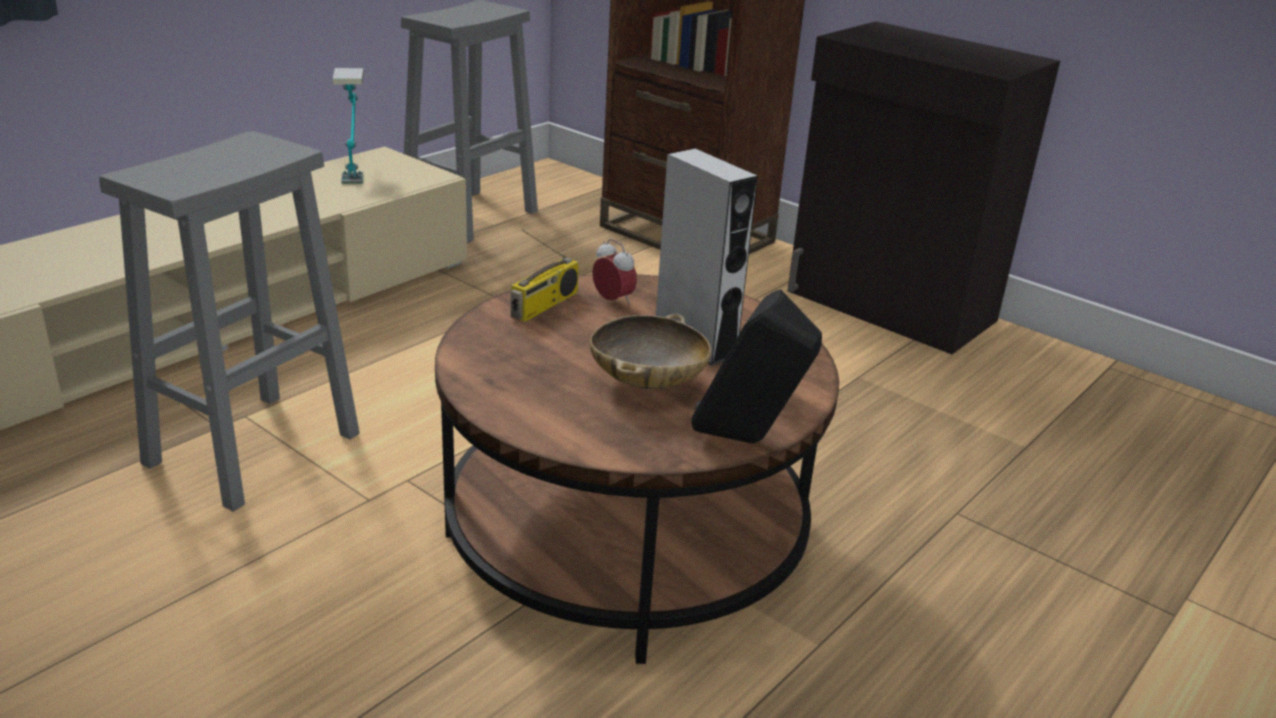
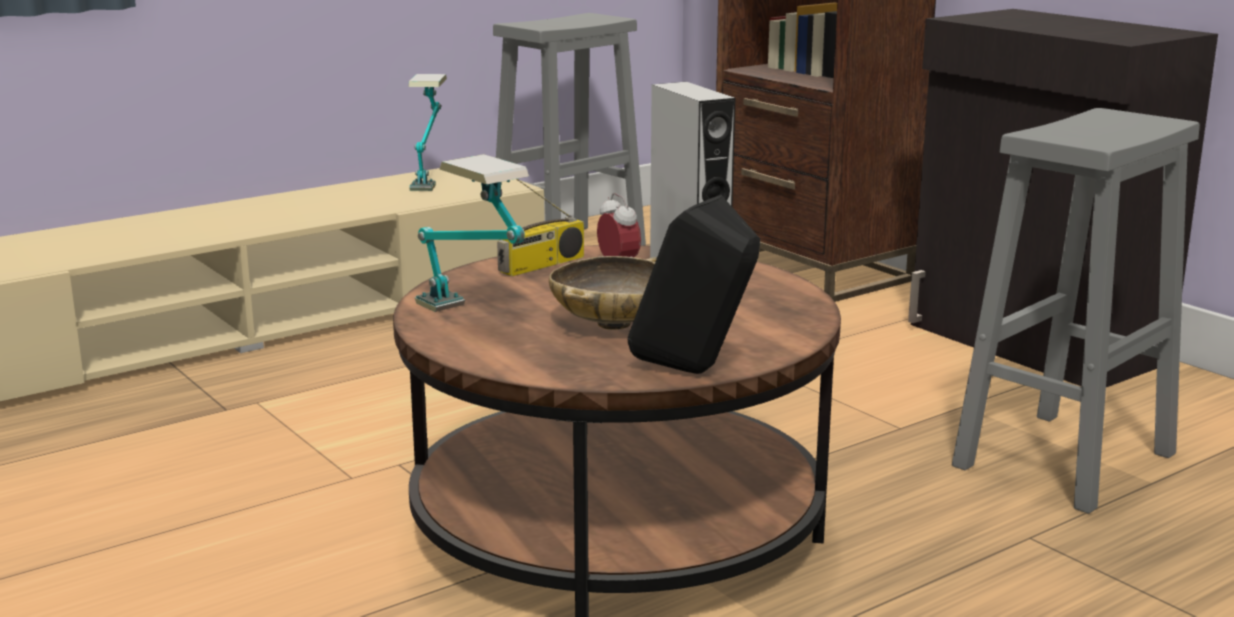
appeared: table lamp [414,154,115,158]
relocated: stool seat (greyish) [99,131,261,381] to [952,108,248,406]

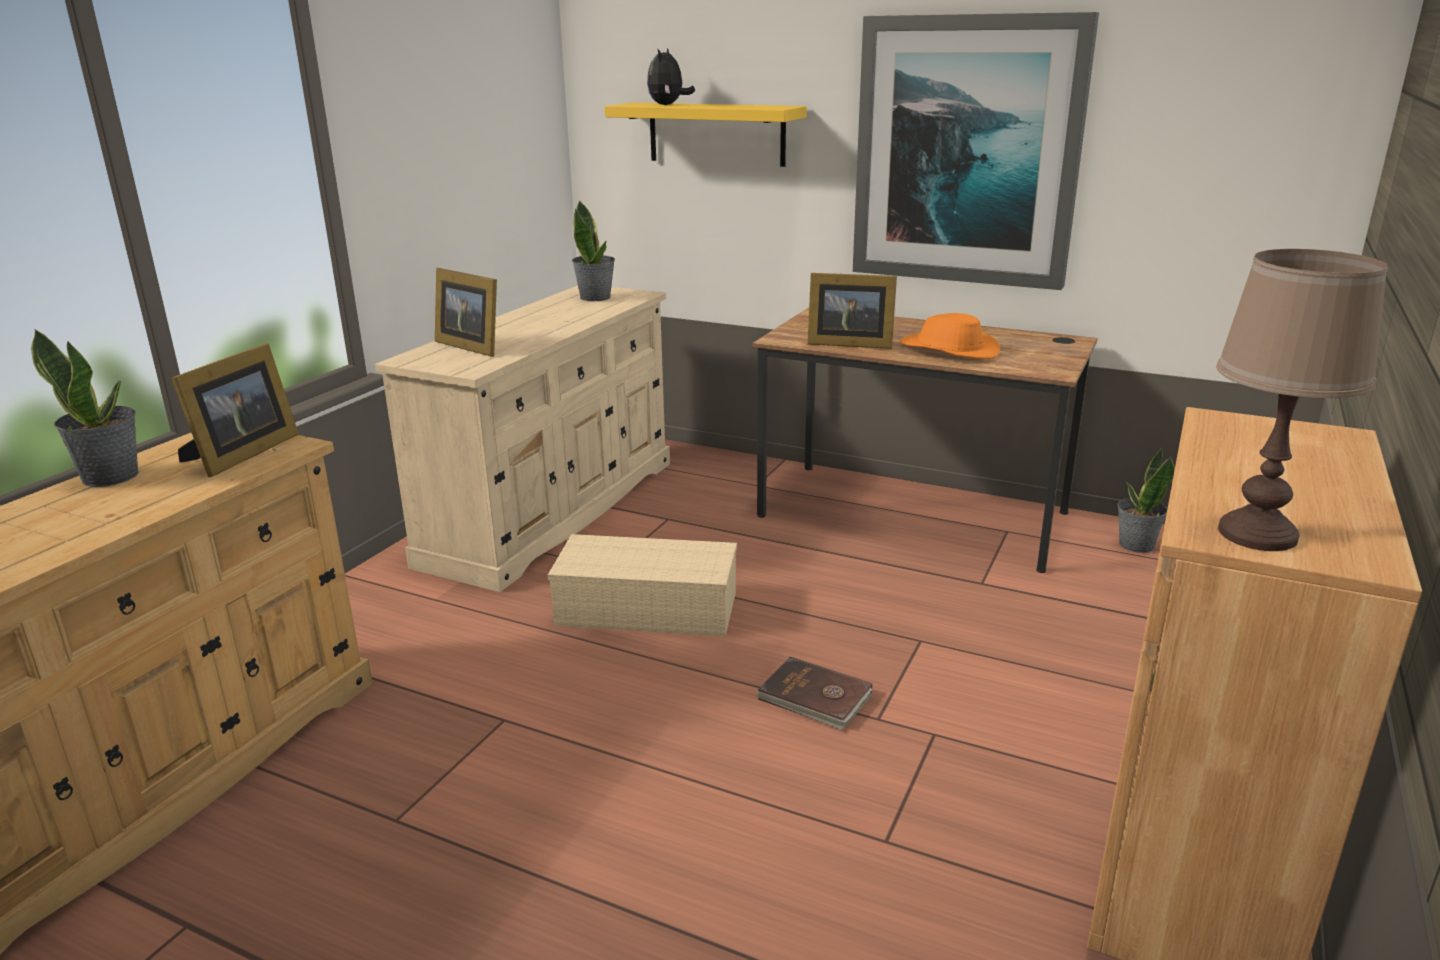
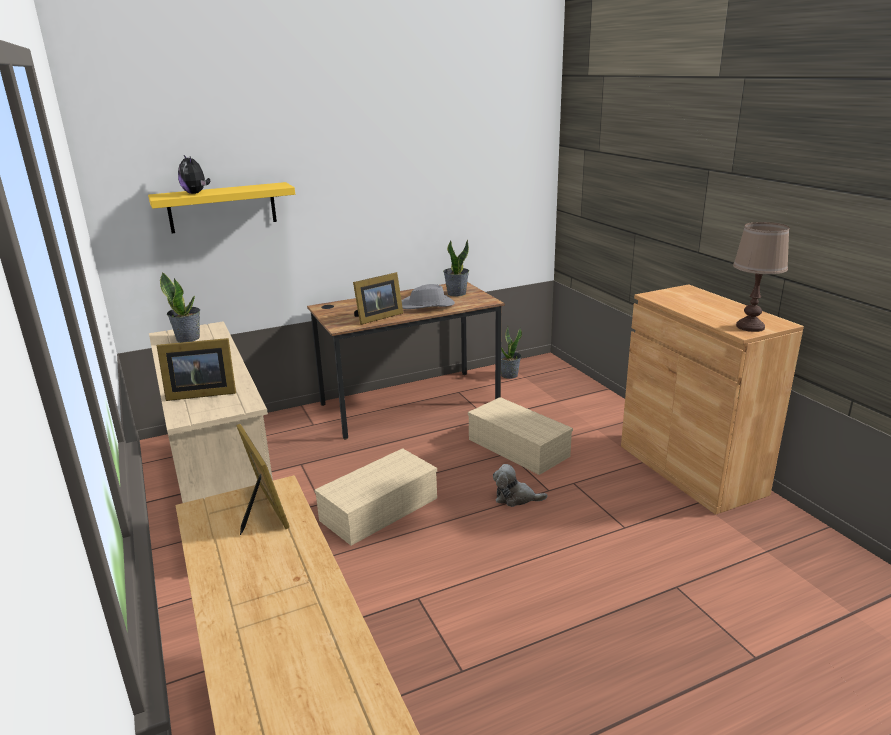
missing: wall art [853,12,246,278]
appeared: storage bin (sand-coloured) [468,397,105,78]
relocated: potted plant [31,329,108,158] to [443,240,26,57]
exchanged: book (brown-coloured) [756,657,117,73] to cuddly toy [493,464,55,43]
colour: hat (orangey) [900,313,100,46] to hat (greyish) [402,284,53,25]

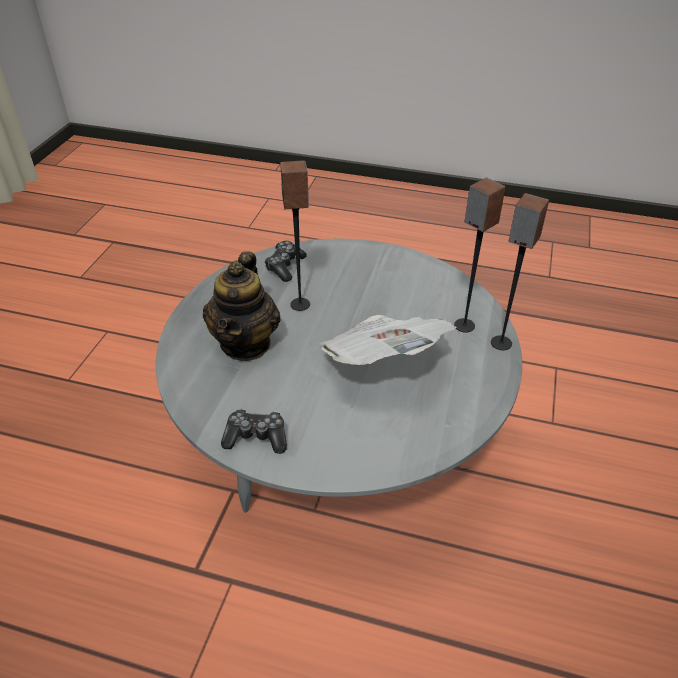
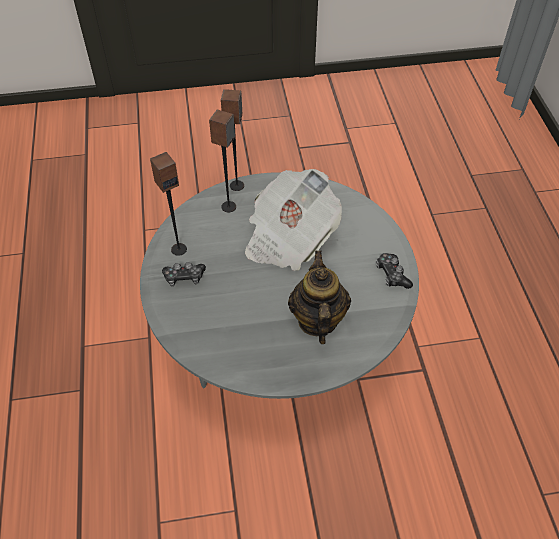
relocated: joypad [264,241,43,41] to [162,262,44,24]; loudspeaker [280,160,30,151] to [150,152,37,104]
spun: teapot [203,251,77,110] = [288,251,63,93] 75 degrees counterclockwise

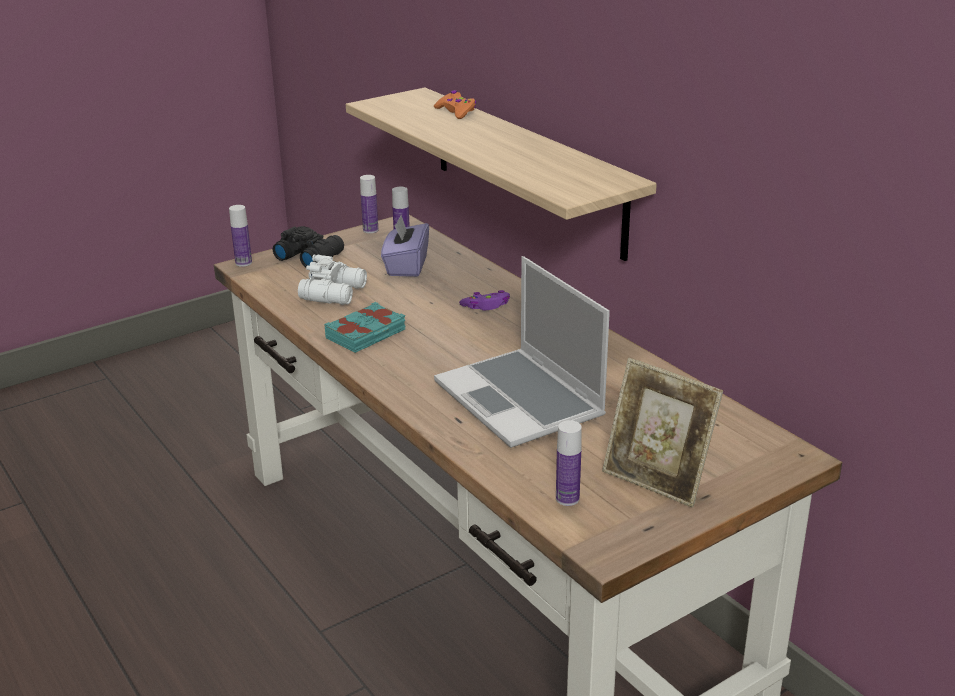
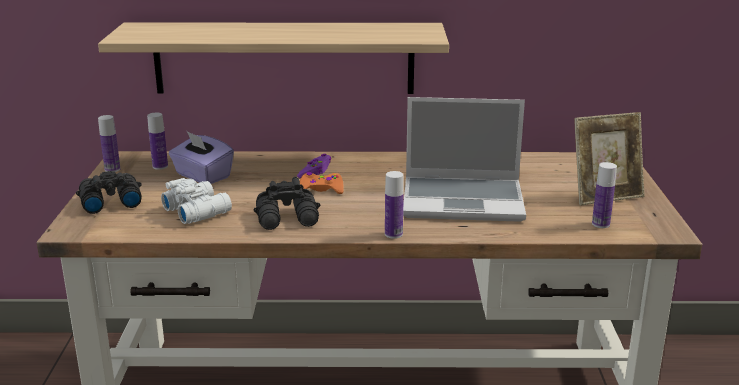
relocated: drink bottle [229,205,23,62] to [385,171,19,68]; joypad (orangey) [434,90,42,29] to [300,172,44,22]
exchanged: book (turquoise) [324,302,81,51] to pair of binoculars (black) [253,177,67,53]

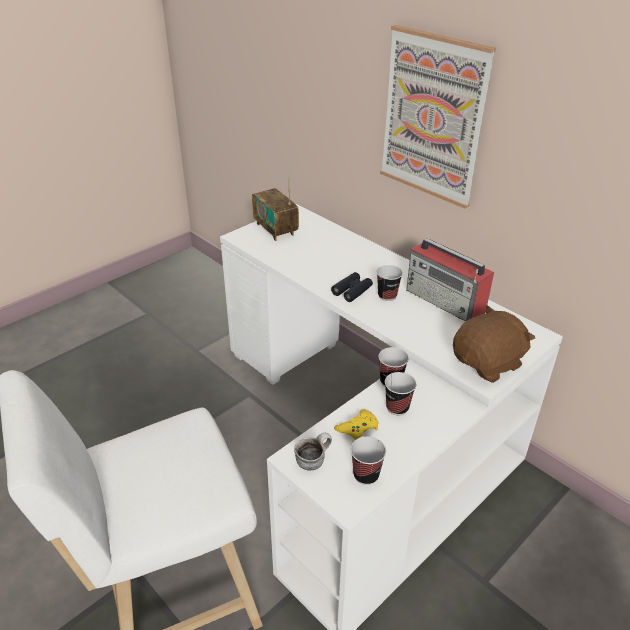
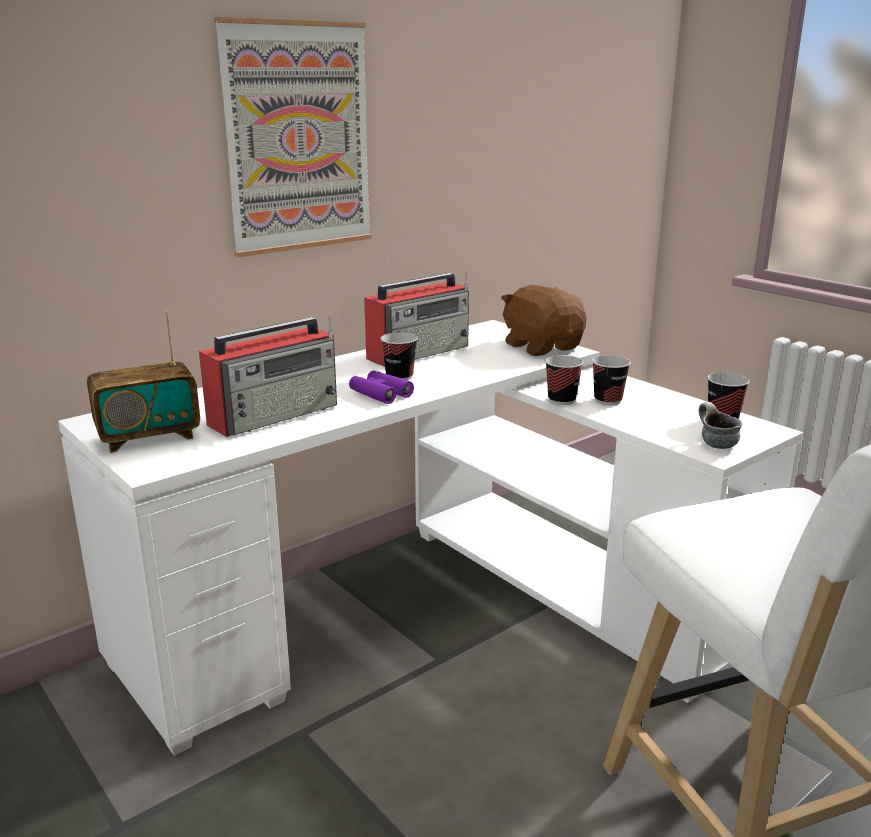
missing: joypad (yellow) [334,409,45,31]
appeared: radio receiver [199,315,138,122]
colour: pair of binoculars (black) [331,272,42,30] to pair of binoculars (purple-coloured) [349,370,65,34]

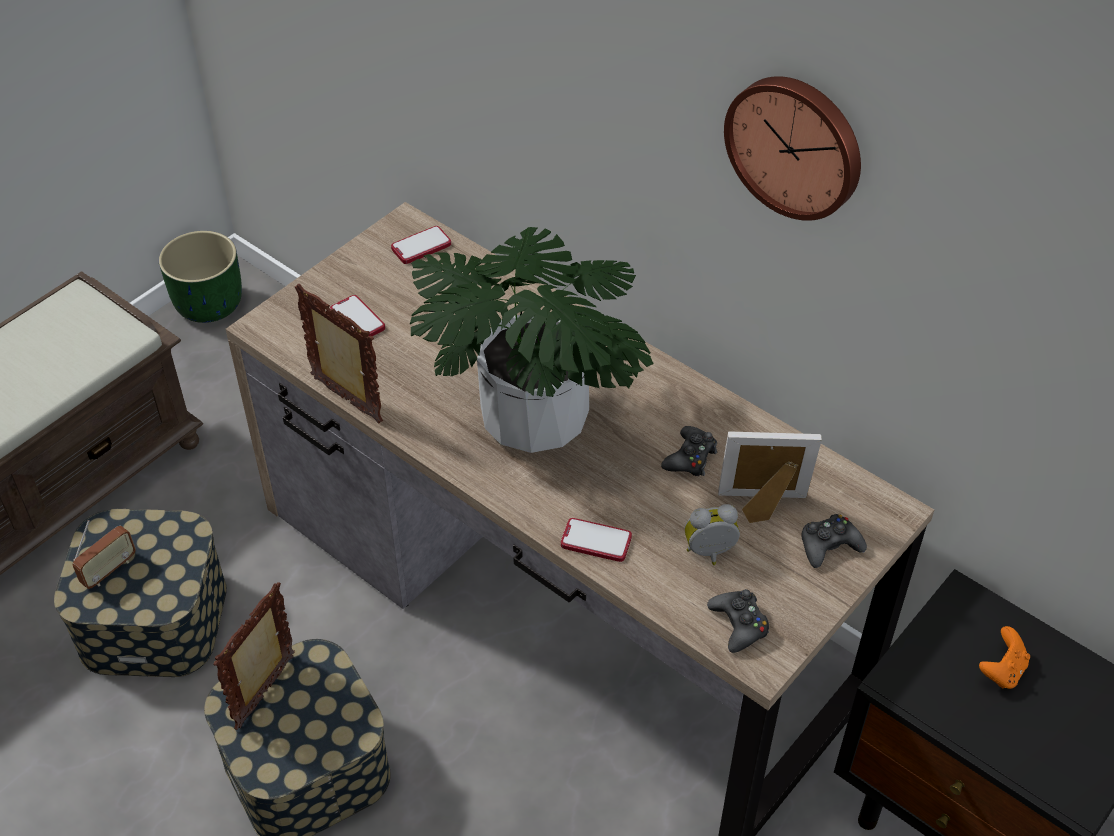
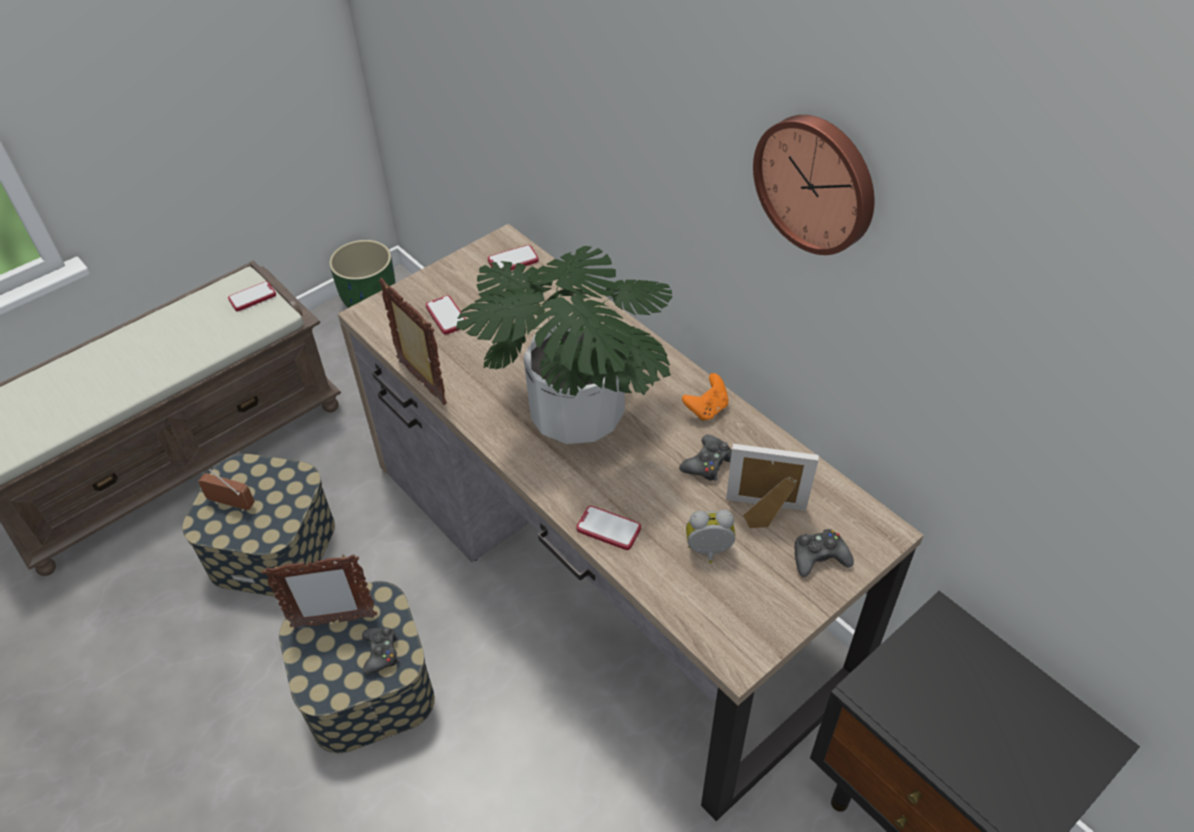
appeared: handset [228,281,48,30]
relocated: joypad (black) [707,589,62,64] to [362,627,38,48]; joypad (orangey) [979,626,51,63] to [682,373,47,48]
spun: radio receiver [73,520,63,69] = [198,469,57,42] 120 degrees counterclockwise; standing frame [213,582,82,148] = [262,555,115,74] 135 degrees counterclockwise

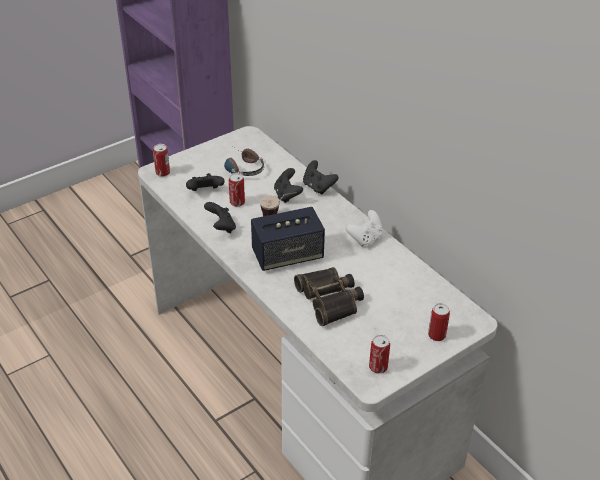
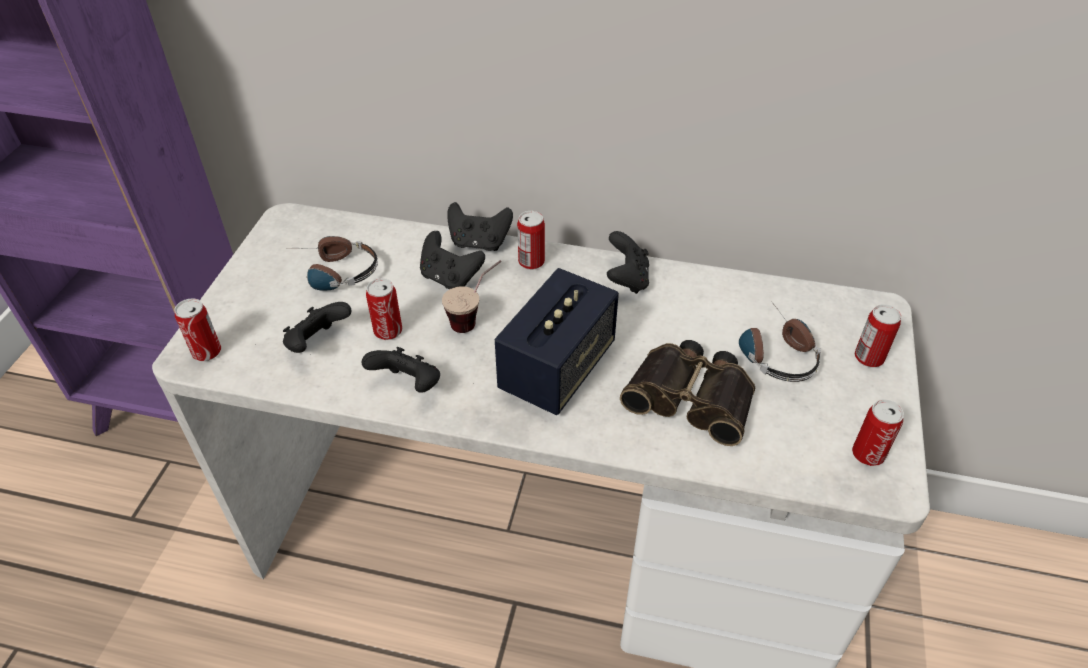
appeared: sealed can [517,211,28,59]; pair of headphones [739,301,82,81]
colour: joypad (whitish) [346,210,37,37] to joypad (black) [607,231,42,63]

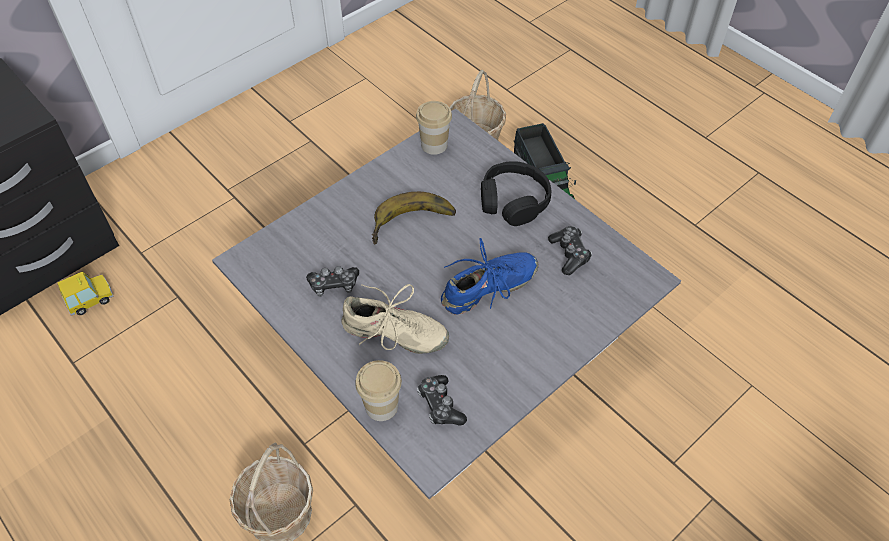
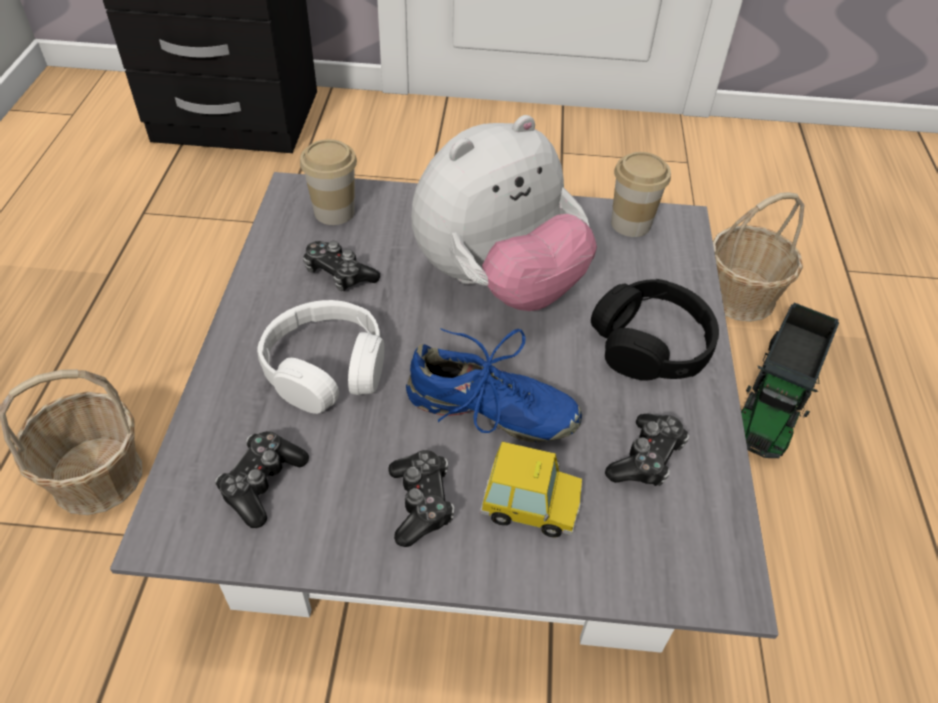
appeared: joypad [388,450,67,97]
relocated: miniature car [57,271,57,45] to [480,442,102,96]; small cup [355,360,47,61] to [300,139,57,86]
exchanged: shoe (sand-coloured) [341,284,108,70] to pair of headphones (whitish) [257,300,128,114]; banana fruit [372,192,84,52] to cuddly toy [411,115,186,196]

